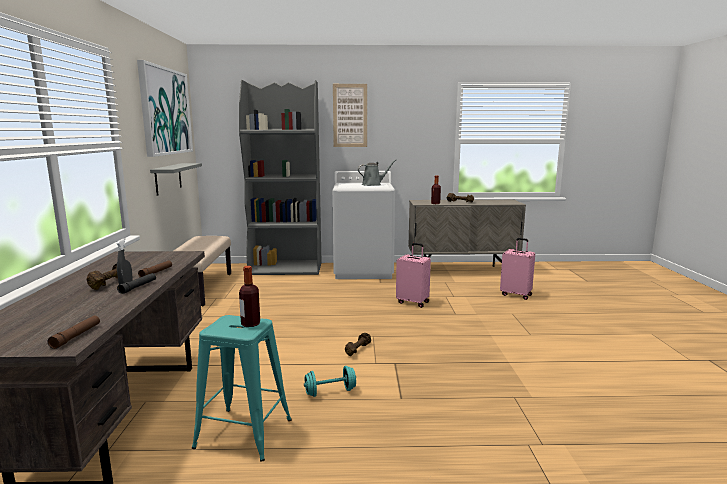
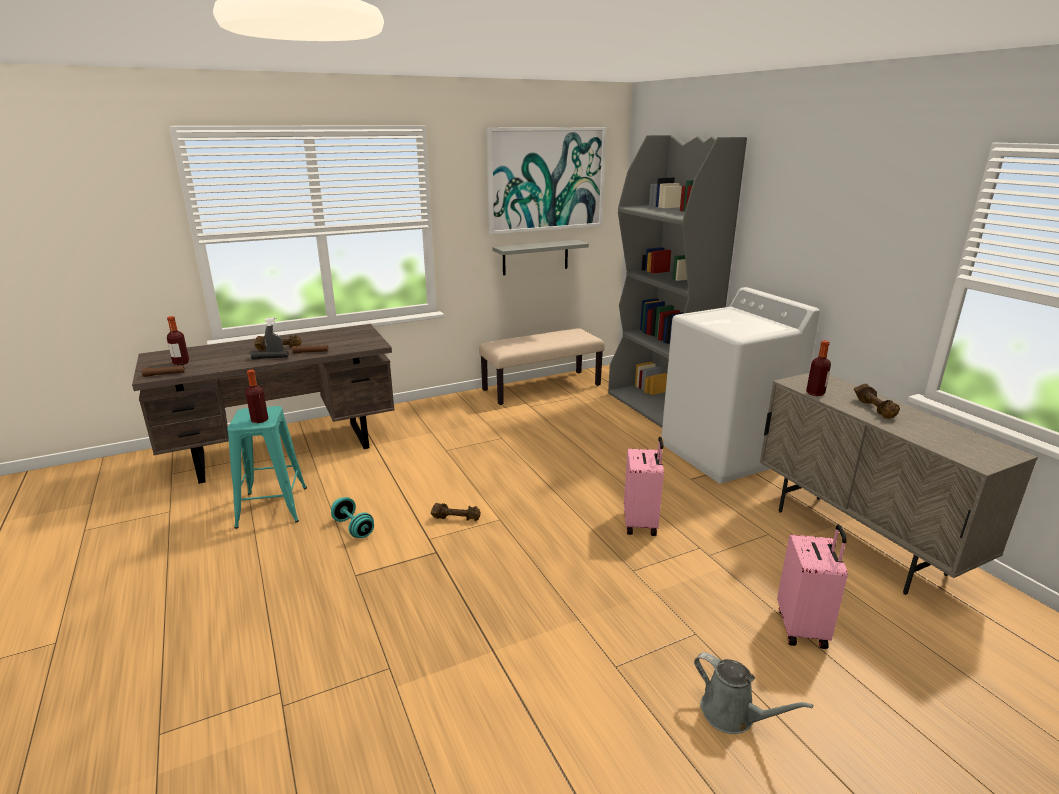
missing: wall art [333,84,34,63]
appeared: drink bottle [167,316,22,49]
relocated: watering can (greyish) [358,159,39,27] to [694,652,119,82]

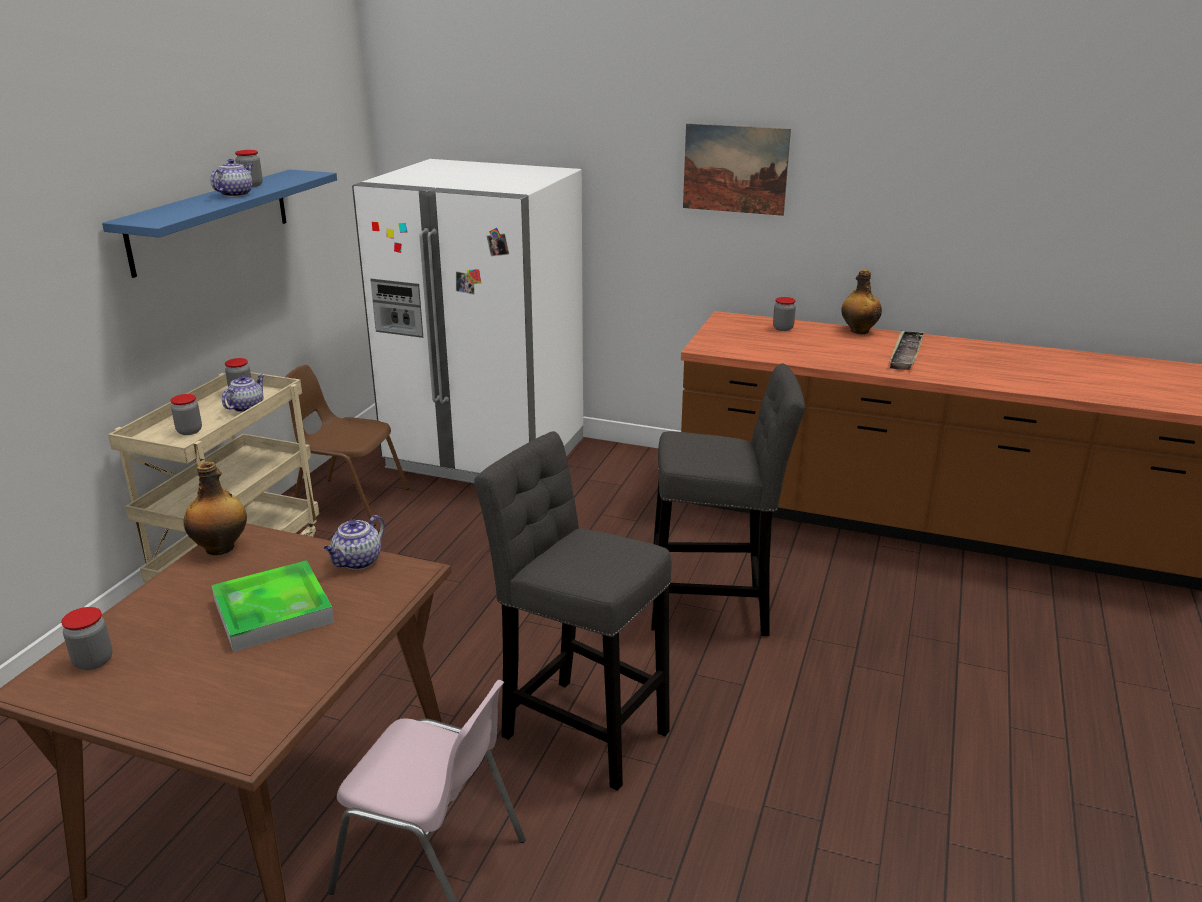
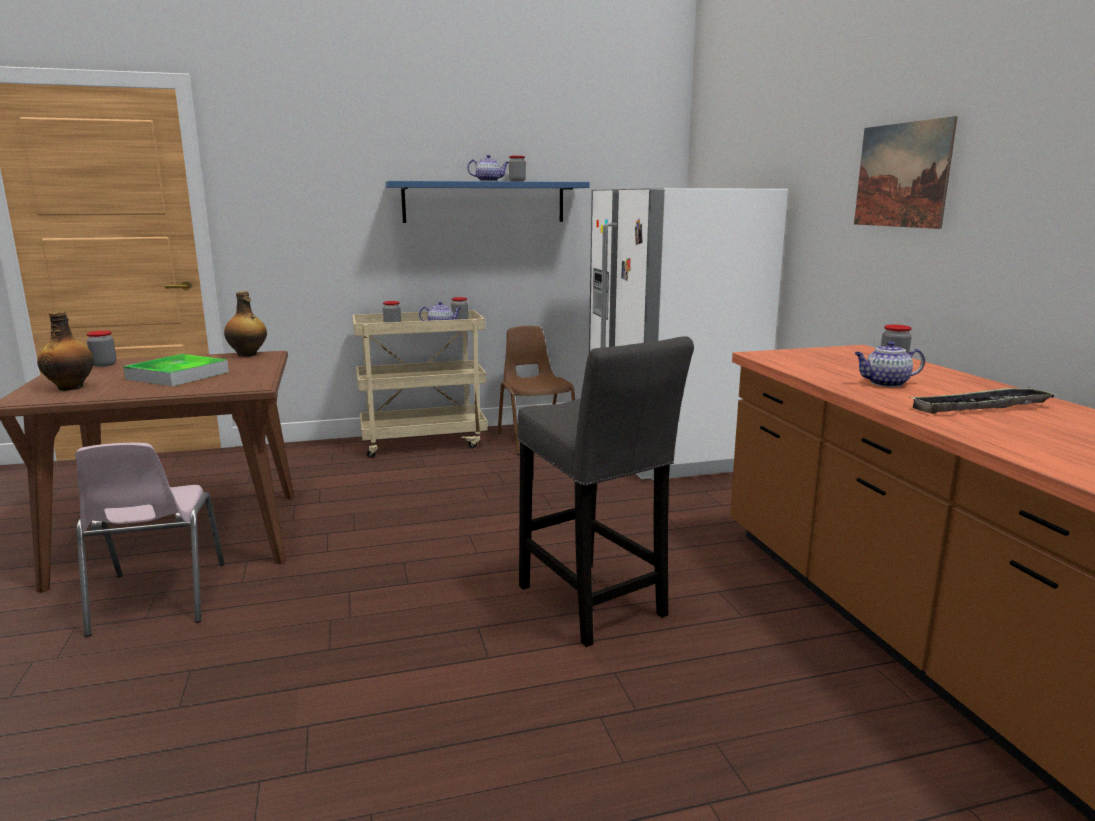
missing: stool seat (greyish) [474,431,198,360]
relocated: teapot [324,515,61,55] to [854,341,71,46]; drink bottle [841,270,41,64] to [37,311,57,80]

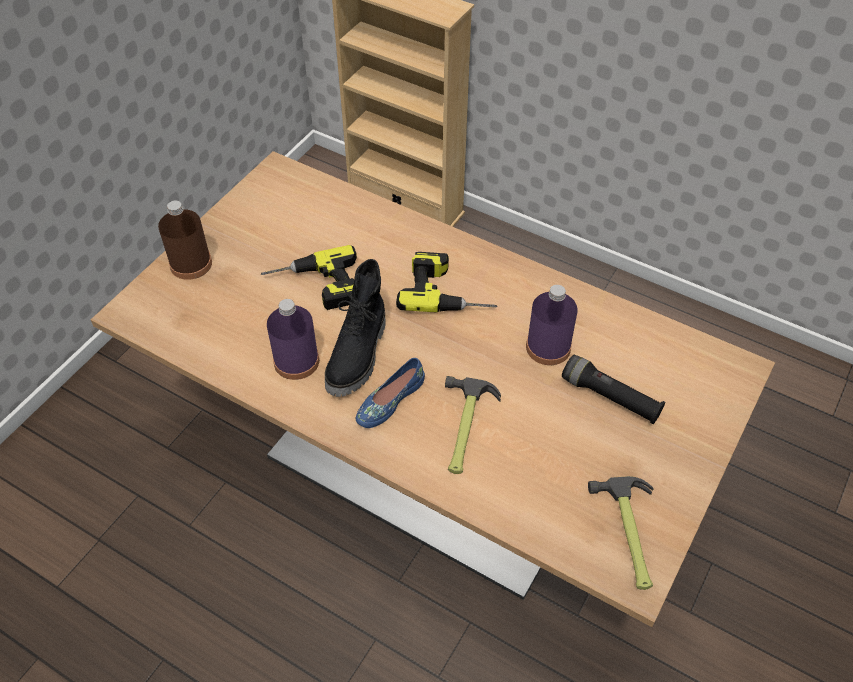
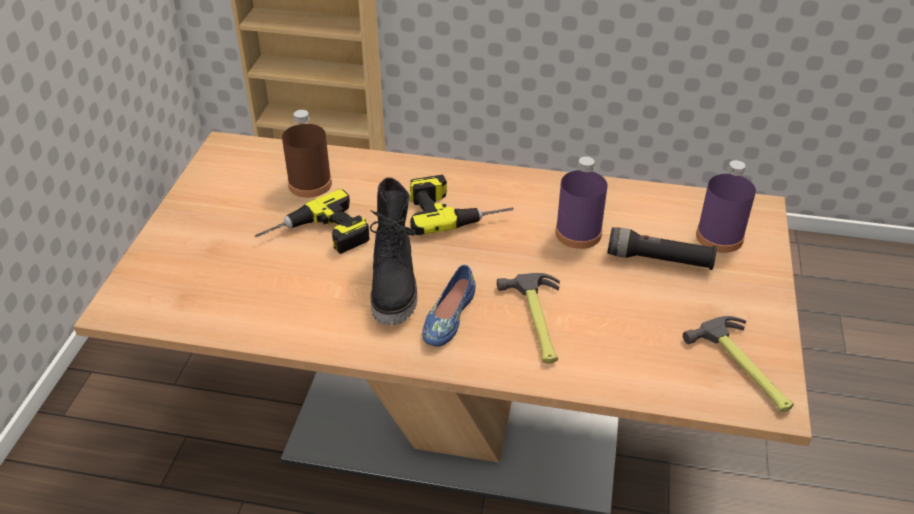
relocated: drink bottle (brown-coloured) [158,201,54,79] to [282,110,50,88]; drink bottle (purple-coloured) [267,299,52,81] to [696,160,60,93]

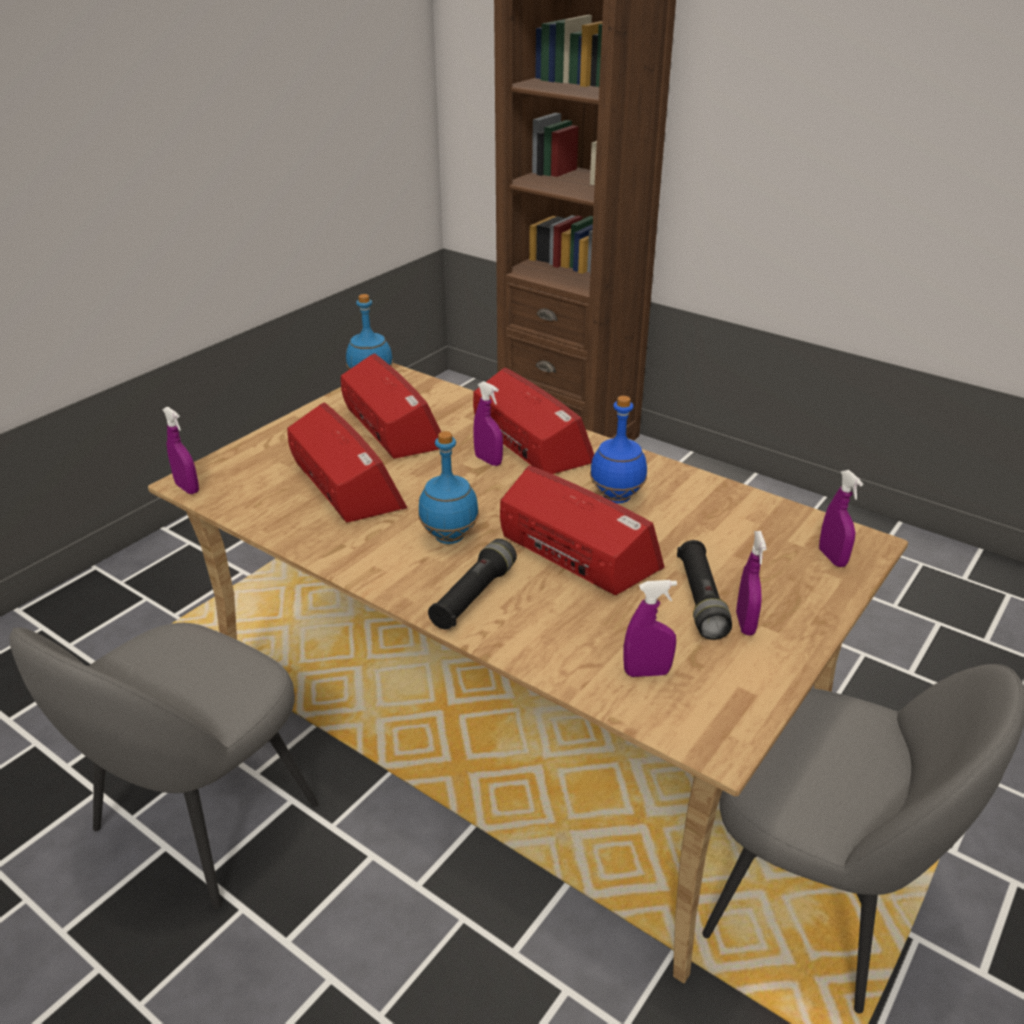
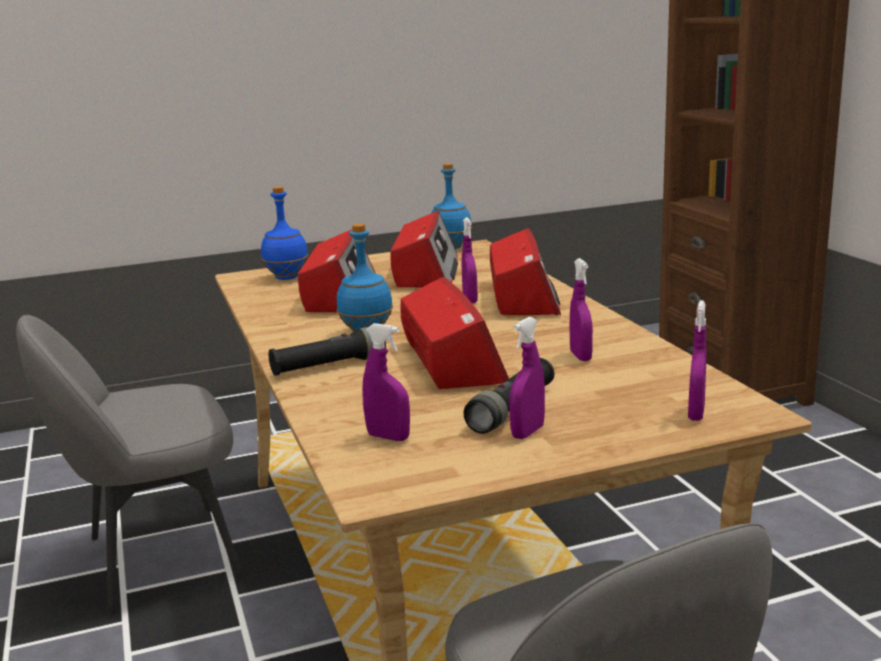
relocated: hand sprayer (purple-coloured) [163,407,36,87] to [570,258,23,103]; drink bottle (blue) [590,396,57,107] to [261,186,47,94]

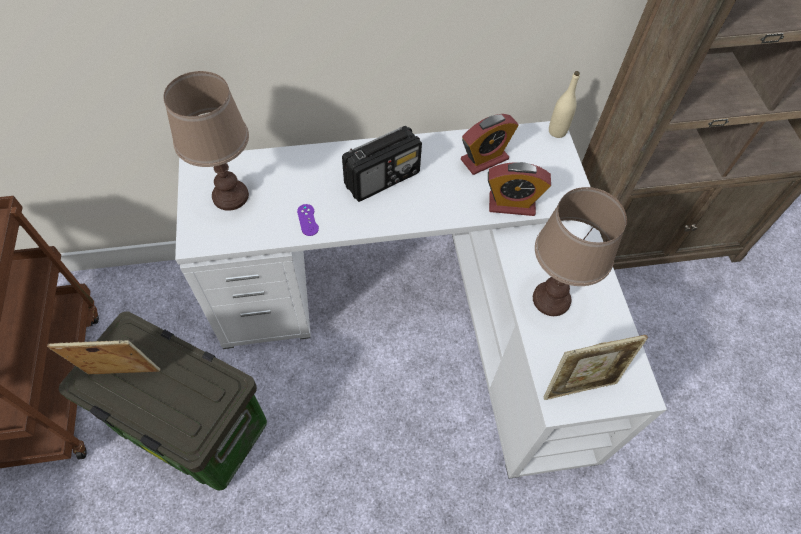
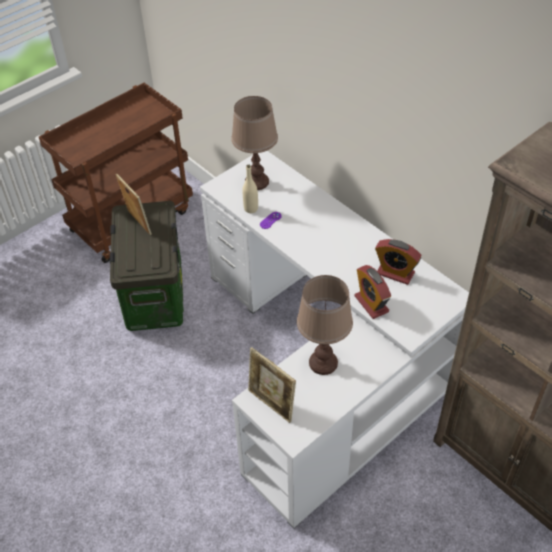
missing: radio receiver [342,126,80,76]
relocated: drink bottle (sand-coloured) [549,71,31,67] to [242,165,16,48]

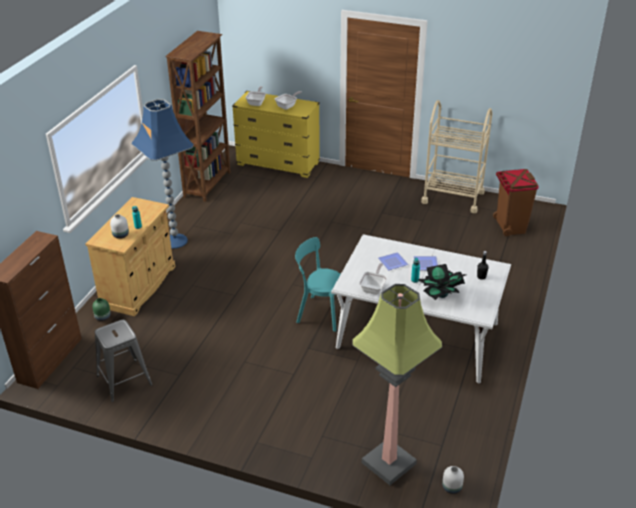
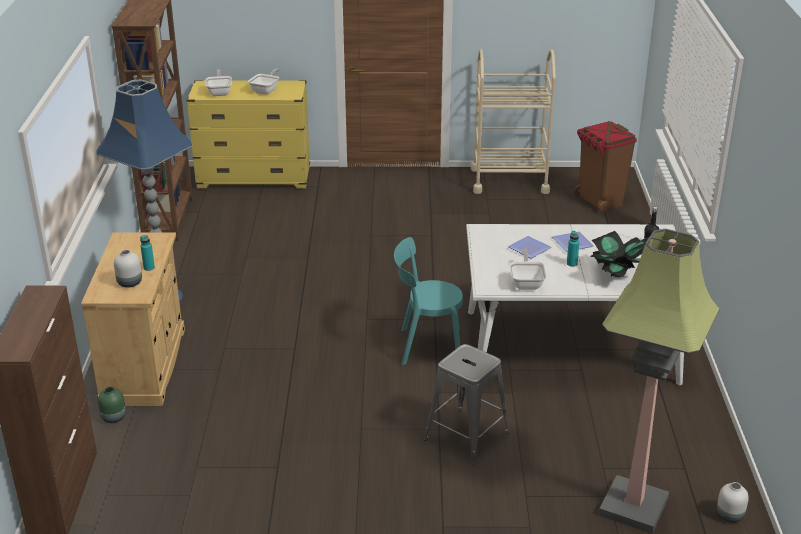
relocated: stool seat (greyish) [95,320,57,82] to [424,344,85,121]

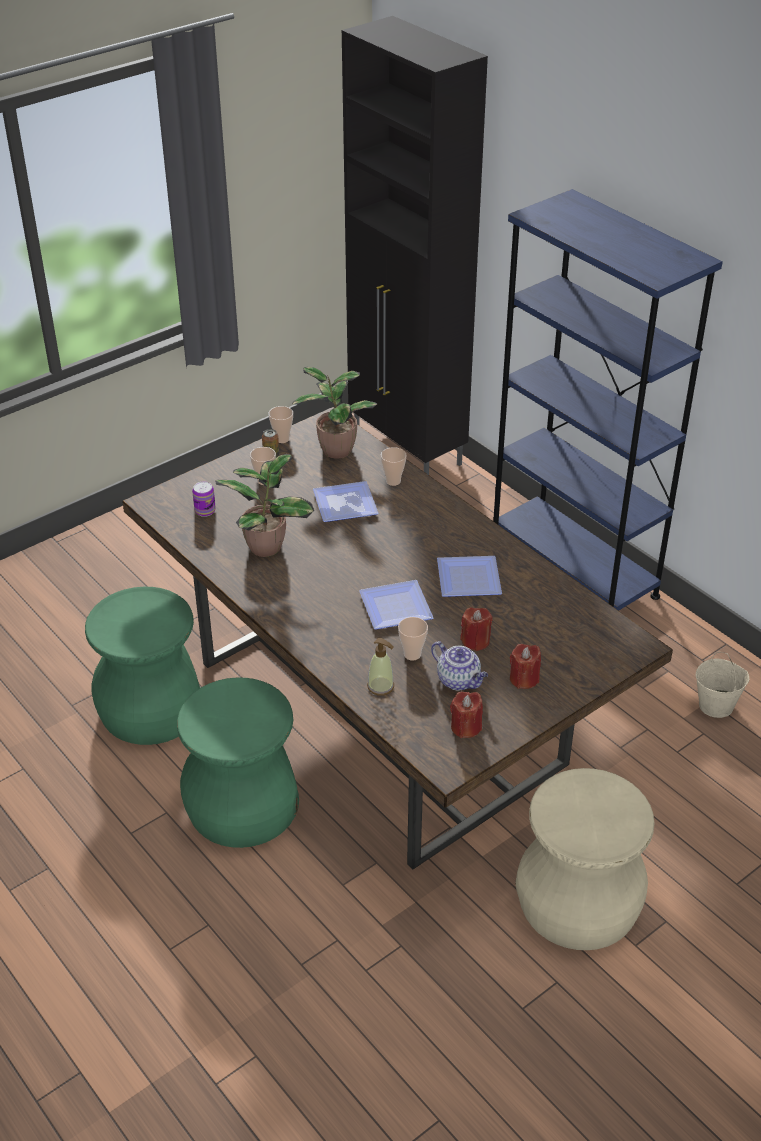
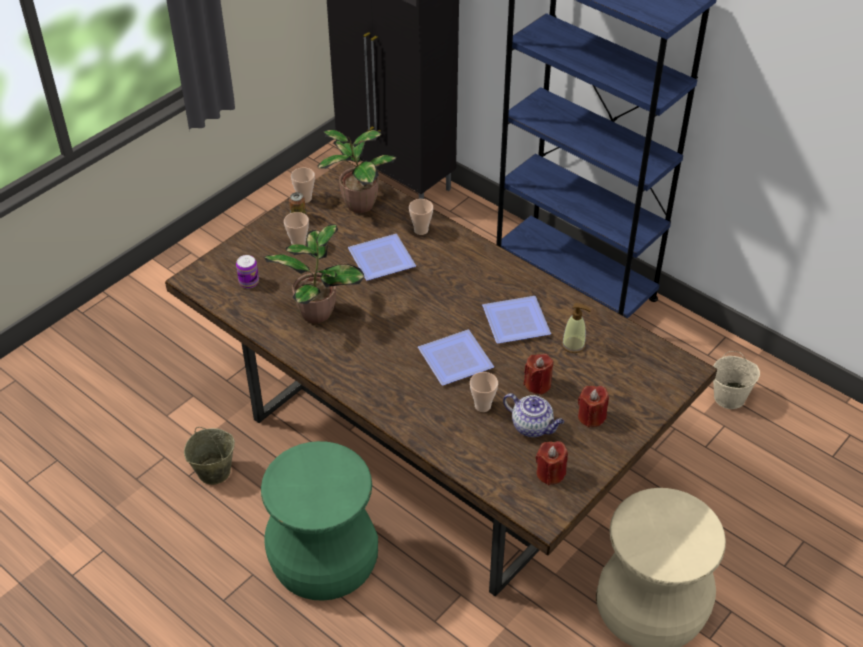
relocated: soap dispenser [367,637,27,59] to [562,303,29,50]
exchanged: stool seat (green) [85,587,115,158] to water bucket (sand-coloured) [184,427,51,58]

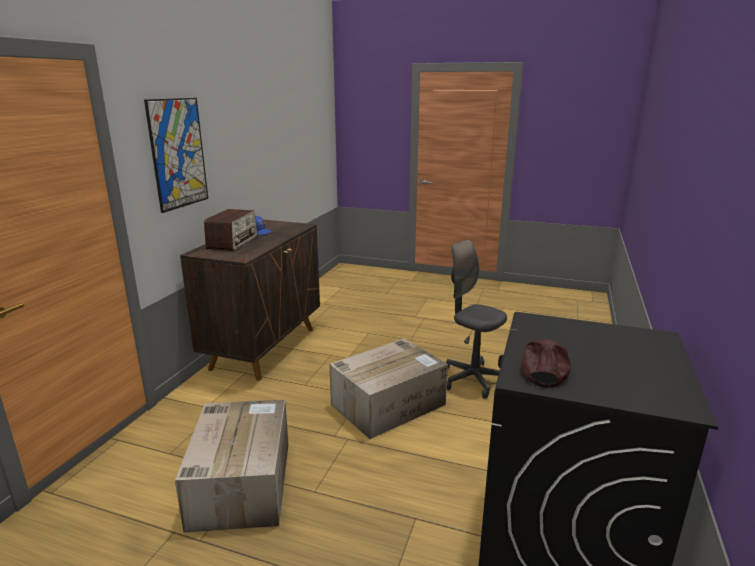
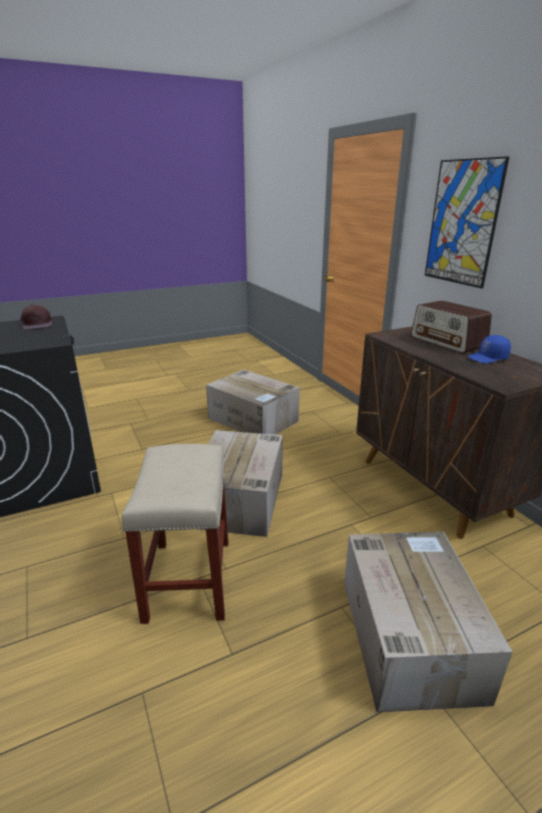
appeared: cardboard box [344,531,168,181]
exchanged: desk chair (greyish) [446,240,61,159] to stool seat (sand-coloured) [122,444,106,180]

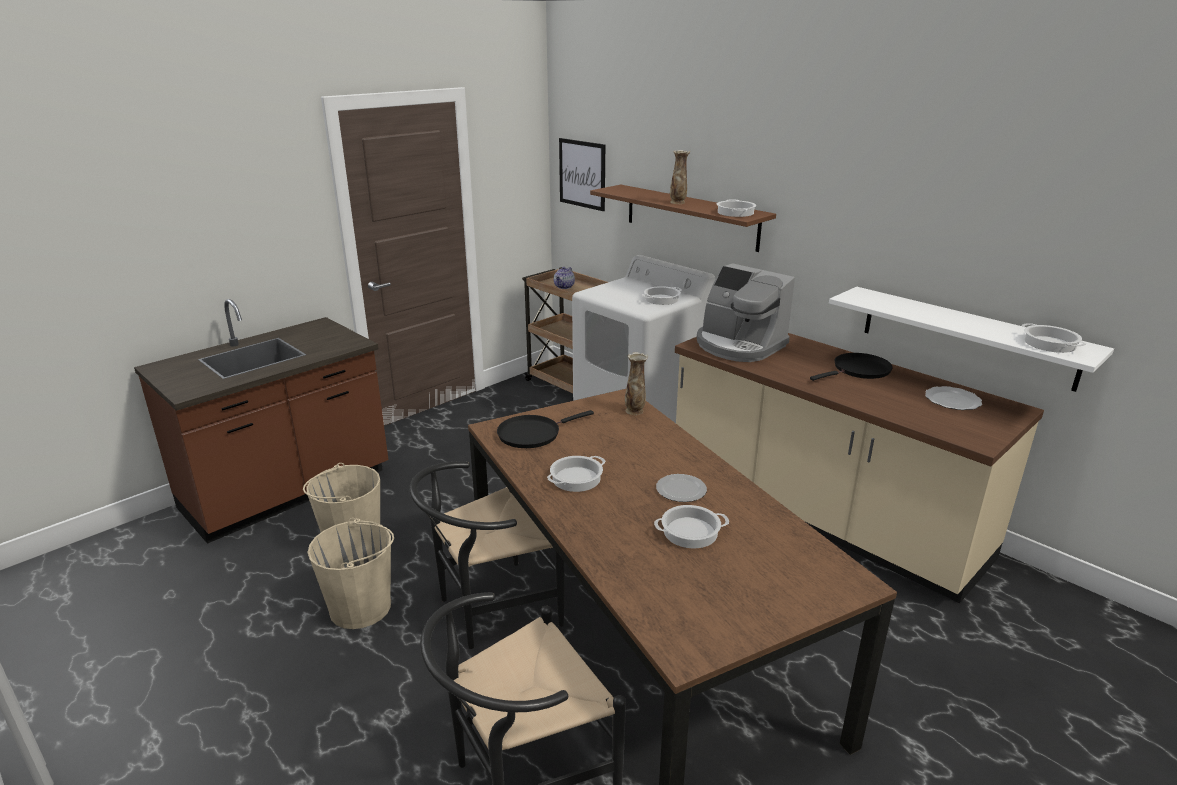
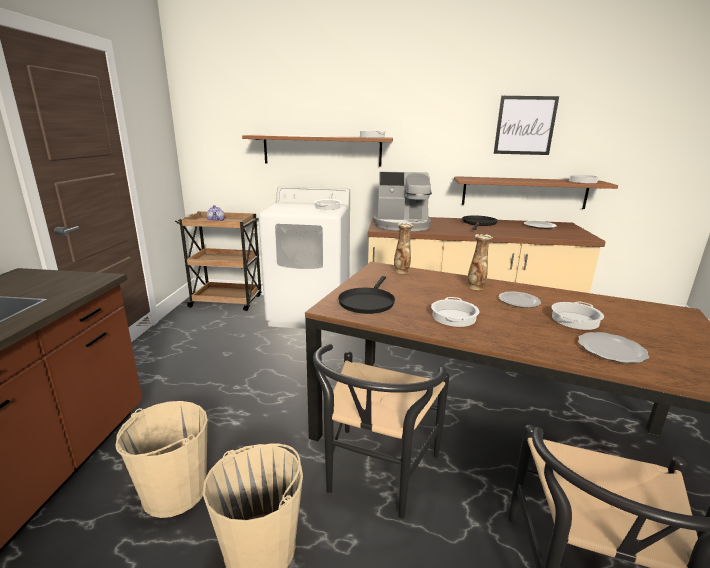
appeared: flat dish [578,332,71,31]
relocated: wall art [559,138,46,73] to [493,96,66,59]; vase [670,150,20,54] to [468,234,25,56]
colour: shelf (whitish) [829,287,285,105] to shelf (brown-coloured) [454,176,164,33]

